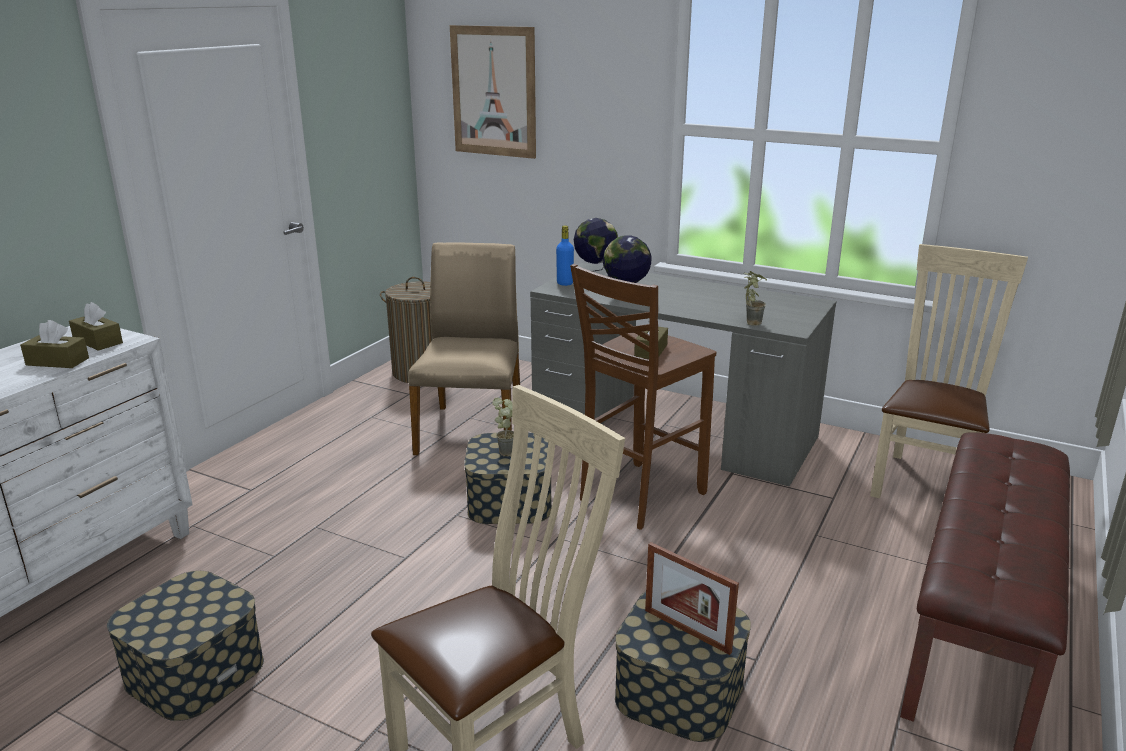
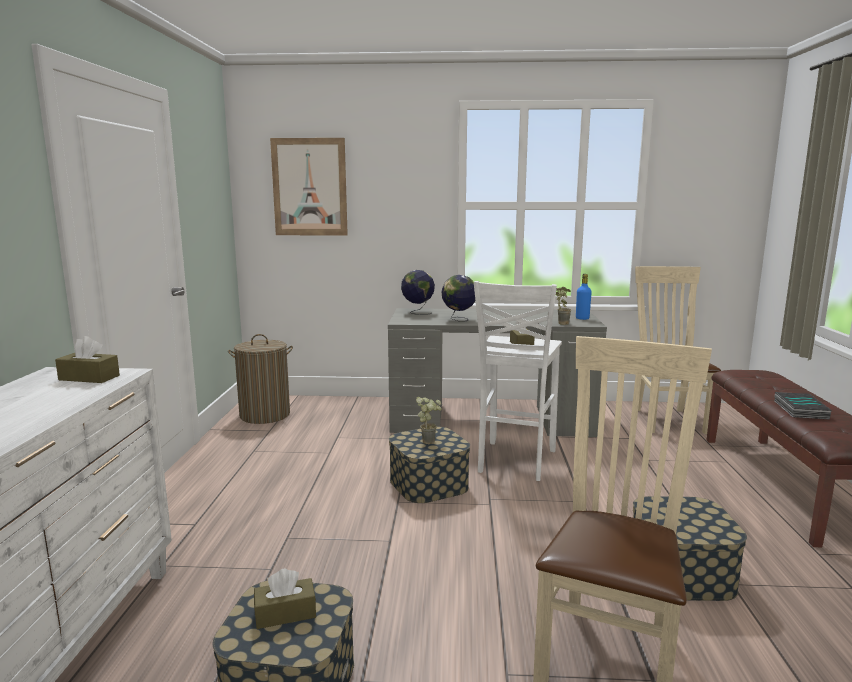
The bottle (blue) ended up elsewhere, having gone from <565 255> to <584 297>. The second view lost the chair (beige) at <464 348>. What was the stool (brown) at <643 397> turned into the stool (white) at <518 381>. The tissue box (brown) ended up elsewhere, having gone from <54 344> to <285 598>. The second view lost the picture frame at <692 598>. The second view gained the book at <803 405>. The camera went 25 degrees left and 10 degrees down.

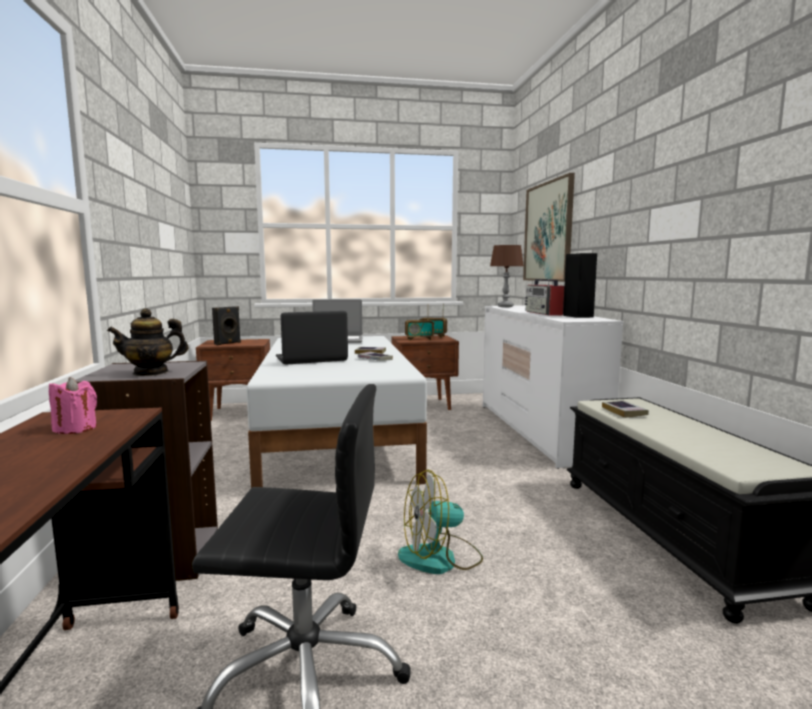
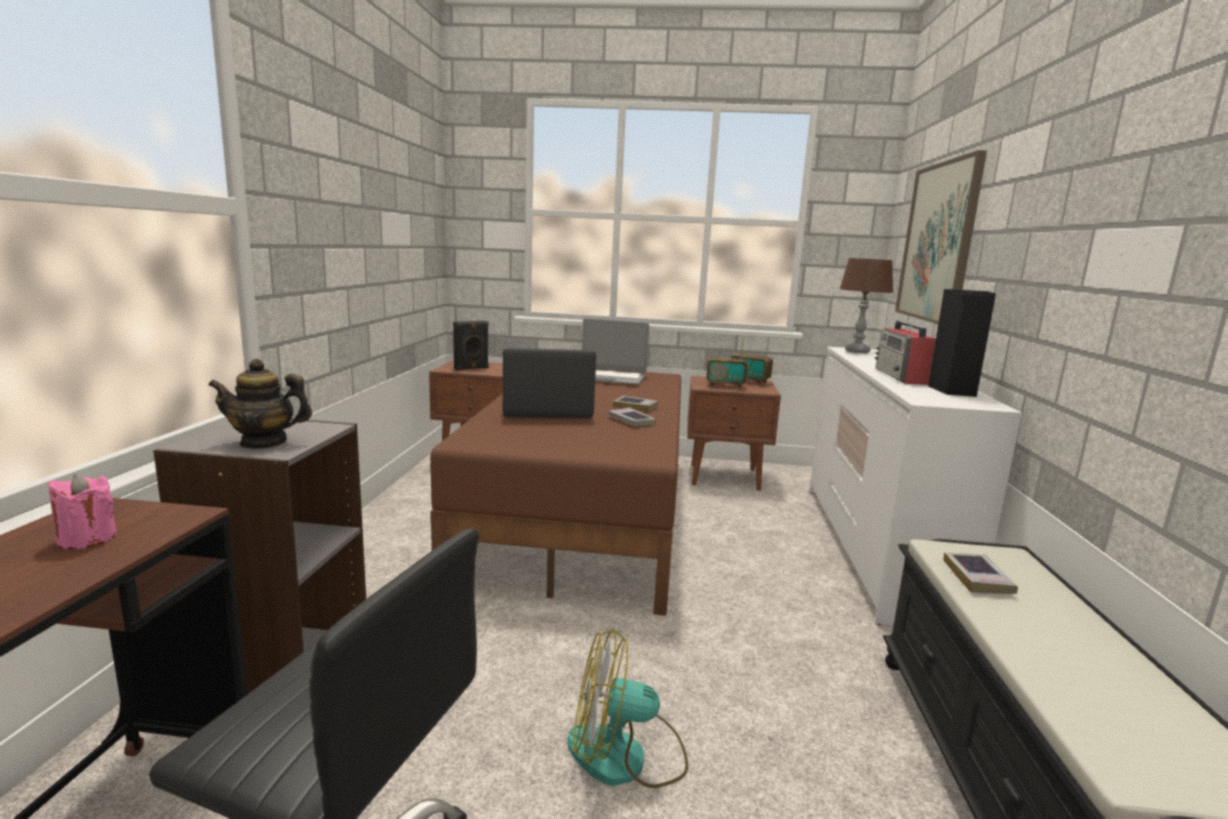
What was the bed (white) at <336 412> turned into the bed (brown) at <555 492>. The camera went 15 degrees right and 5 degrees up.

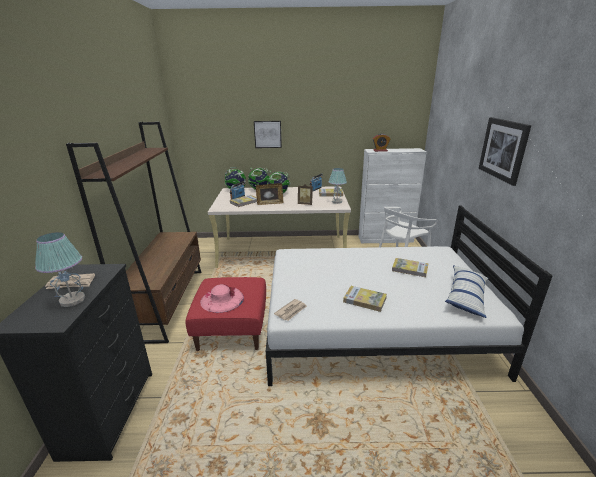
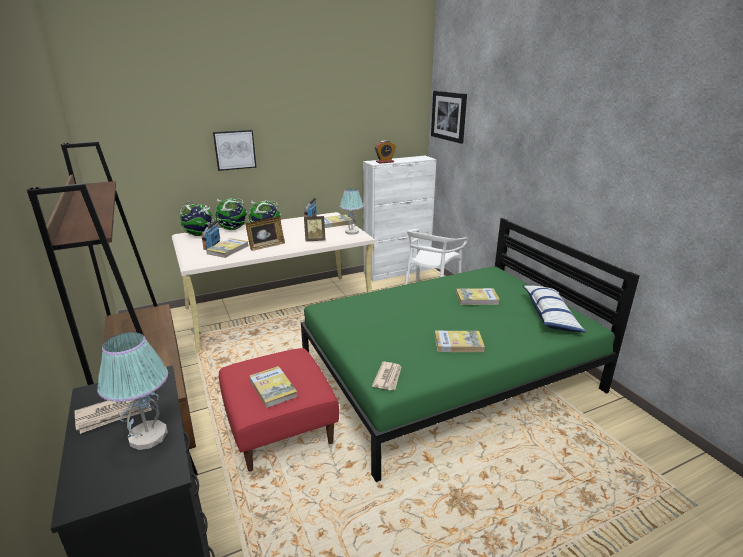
The picture ended up elsewhere, having gone from <504 151> to <449 117>. What was the bed (white) at <409 295> turned into the bed (green) at <470 350>. Where the hat (pink) stood at <222 298>, the book came to stand at <273 387>. The camera went 25 degrees left and 0 degrees up.

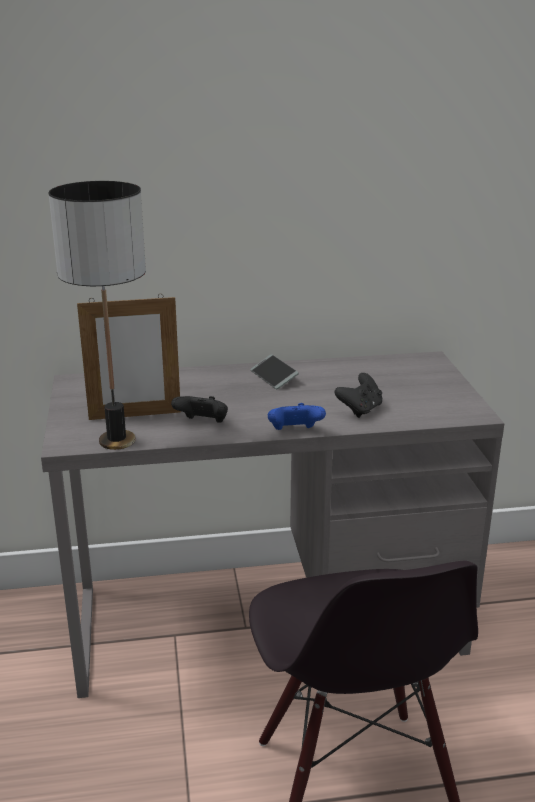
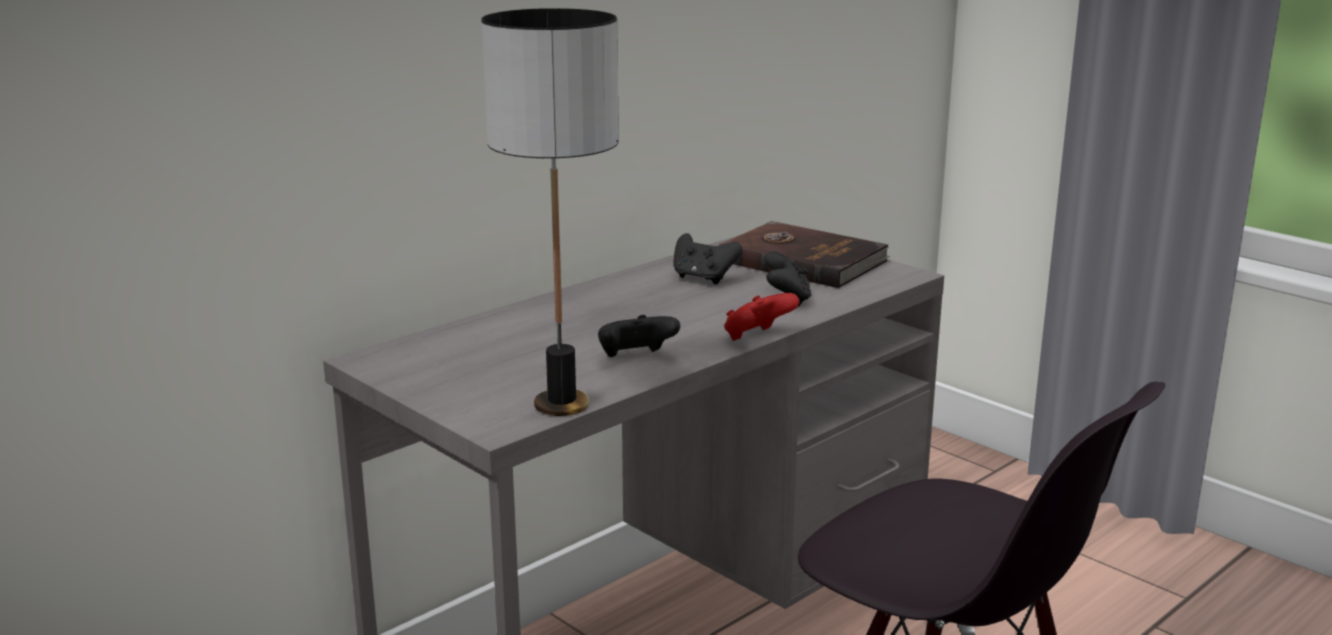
The second view lost the picture frame at <129 357>. The second view lost the phone at <275 371>. What was the game controller (blue) at <297 416> turned into the game controller (red) at <762 317>. The second view gained the book (brown) at <804 254>. The second view gained the game controller (black) at <707 259>. The camera went 35 degrees left and 5 degrees down.

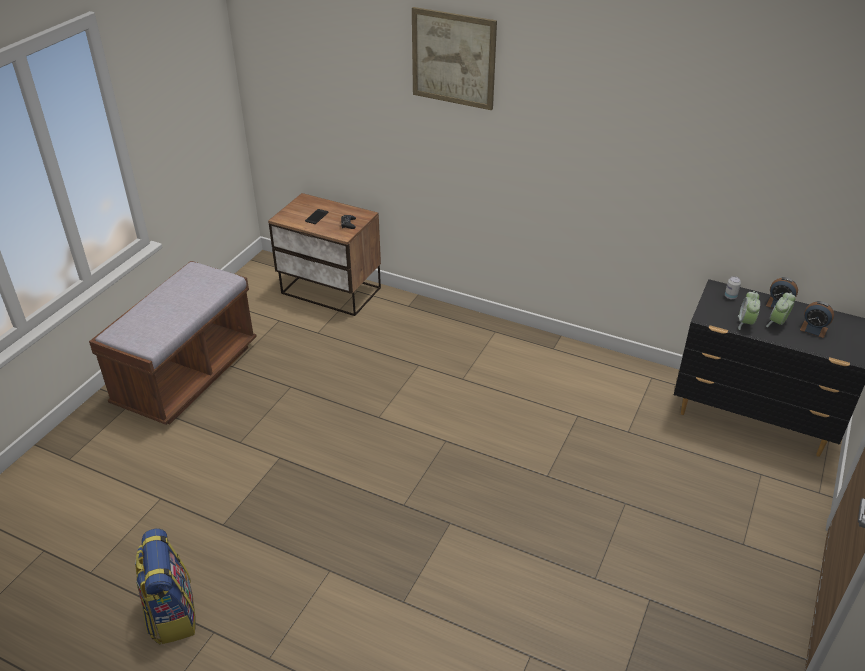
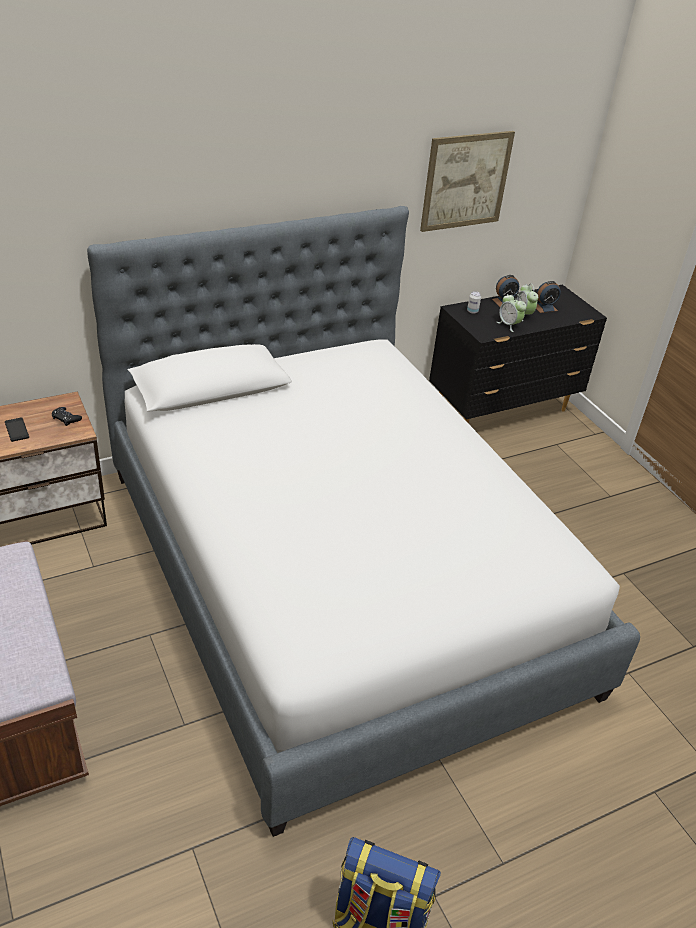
The picture ended up elsewhere, having gone from <454 58> to <467 181>. The second view gained the bed at <363 521>. The camera went 55 degrees left and 0 degrees up.

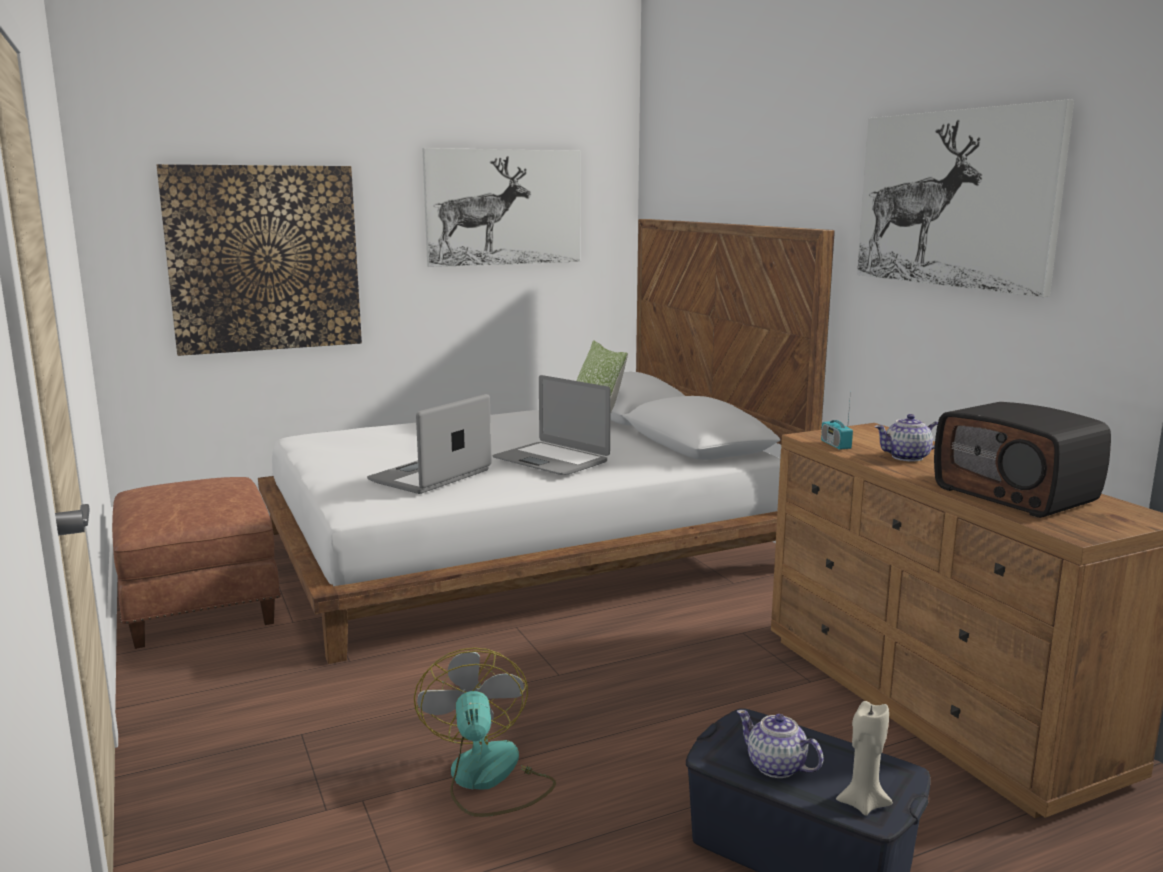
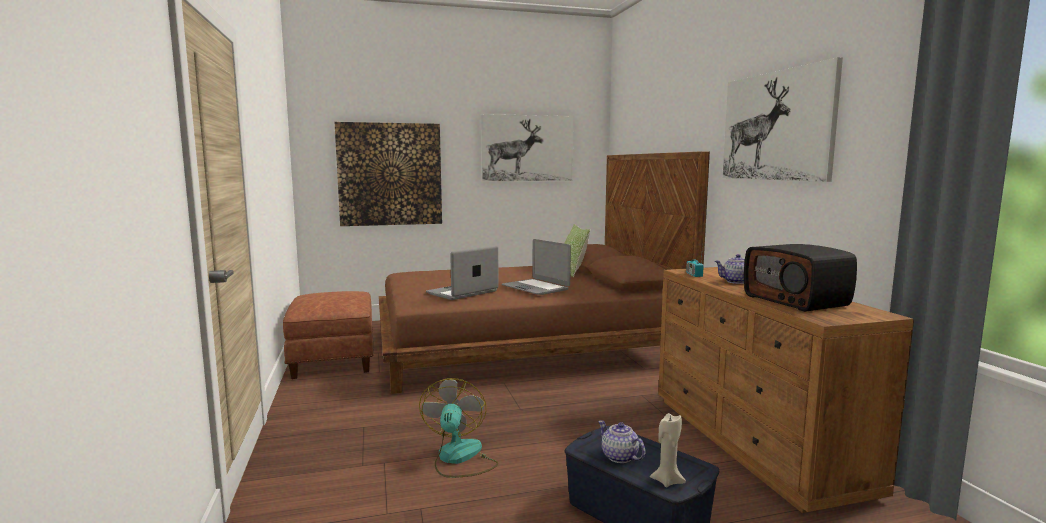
What was the bed (white) at <546 441> turned into the bed (brown) at <544 272>. The camera went 10 degrees right and 5 degrees down.

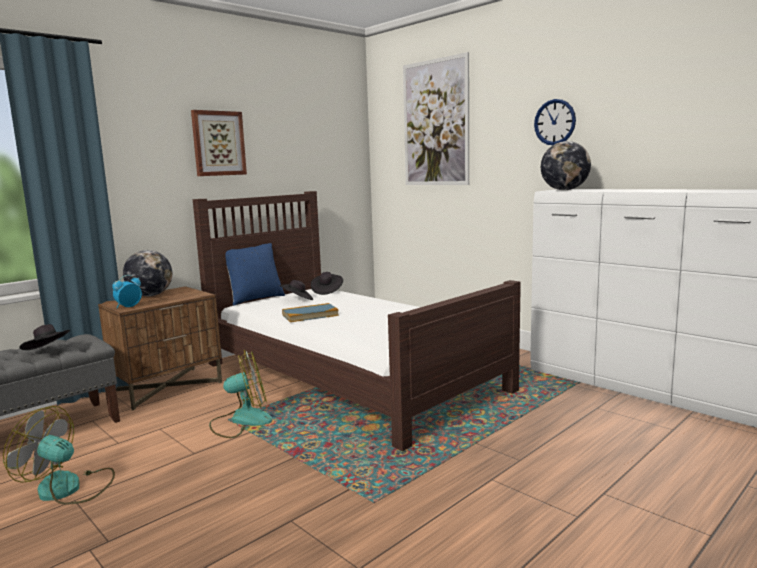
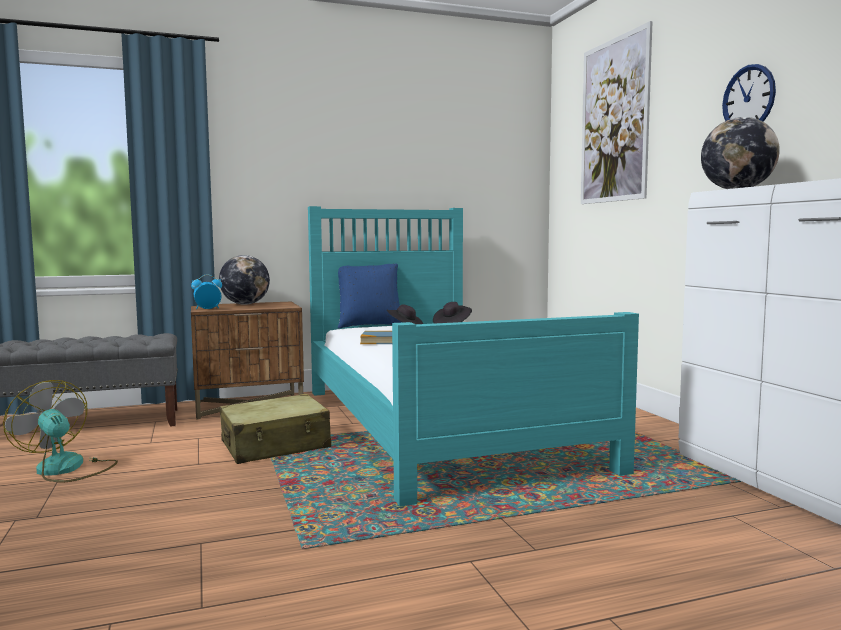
The second view lost the picture at <219 143>. What was the bed (brown) at <357 321> turned into the bed (turquoise) at <473 356>. The second view lost the hat (black) at <44 337>. Where the fan stood at <240 394>, the suitcase (beige) came to stand at <275 429>. The camera went 25 degrees right and 5 degrees down.

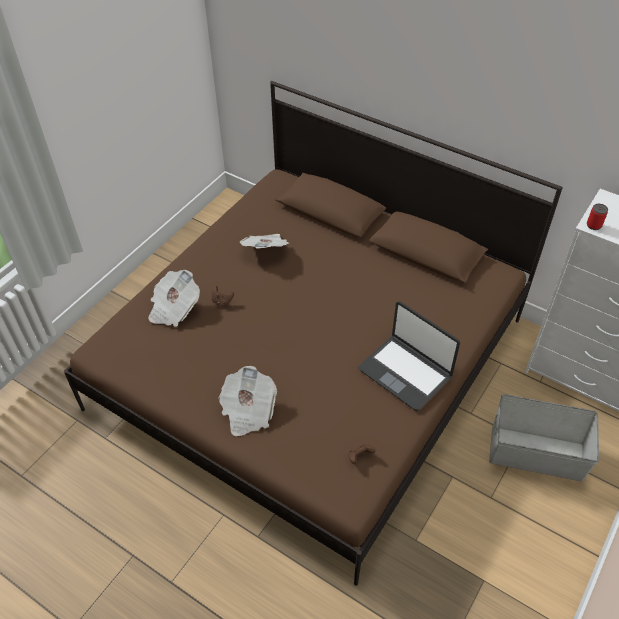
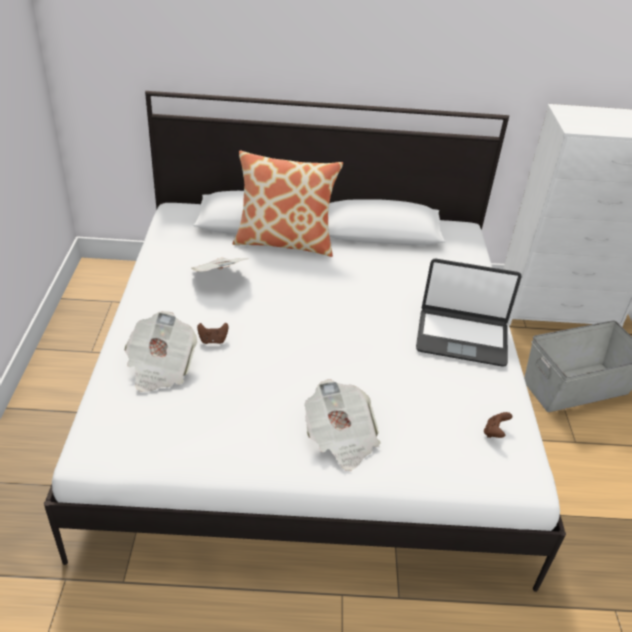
What was the bed (brown) at <313 333> turned into the bed (white) at <305 341>. The second view lost the can at <597 217>. The second view gained the pillow at <288 204>. The camera went 35 degrees left and 10 degrees down.

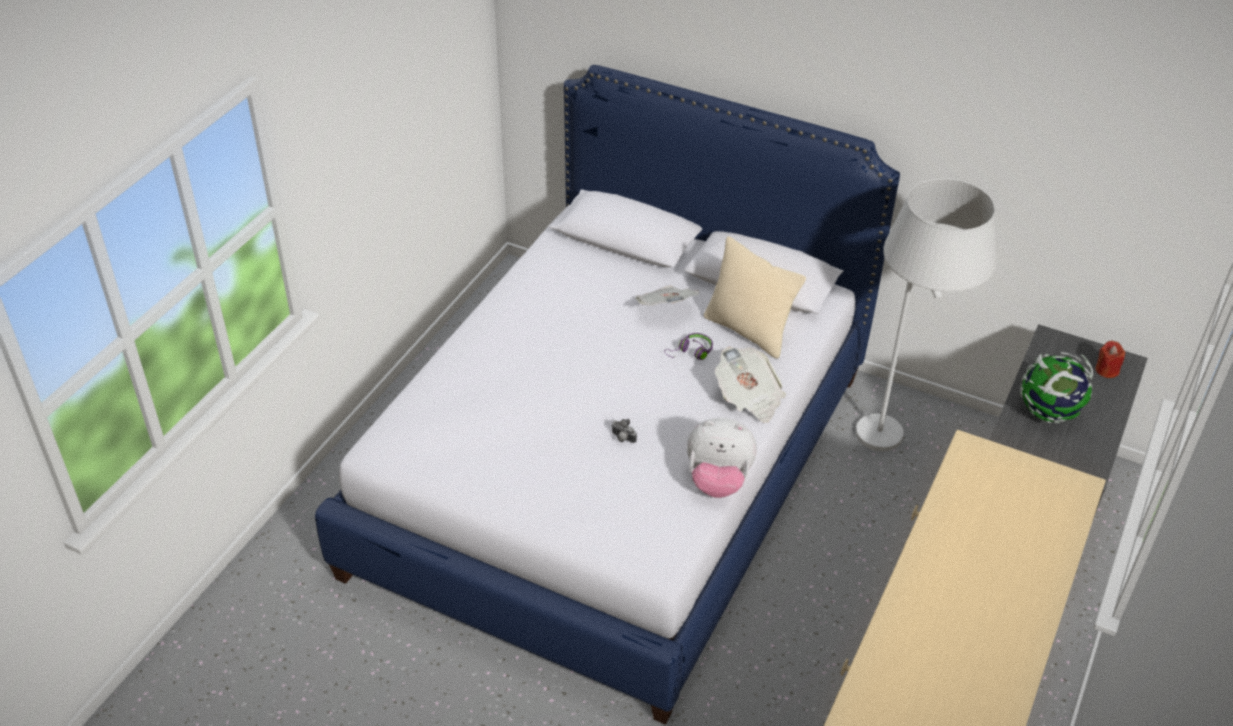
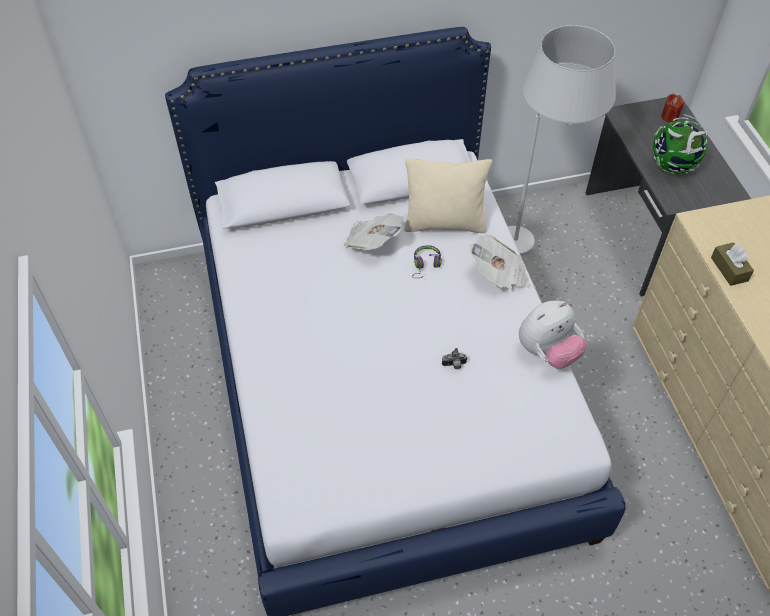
The second view gained the tissue box (brown) at <732 264>. The camera went 40 degrees left and 10 degrees up.

